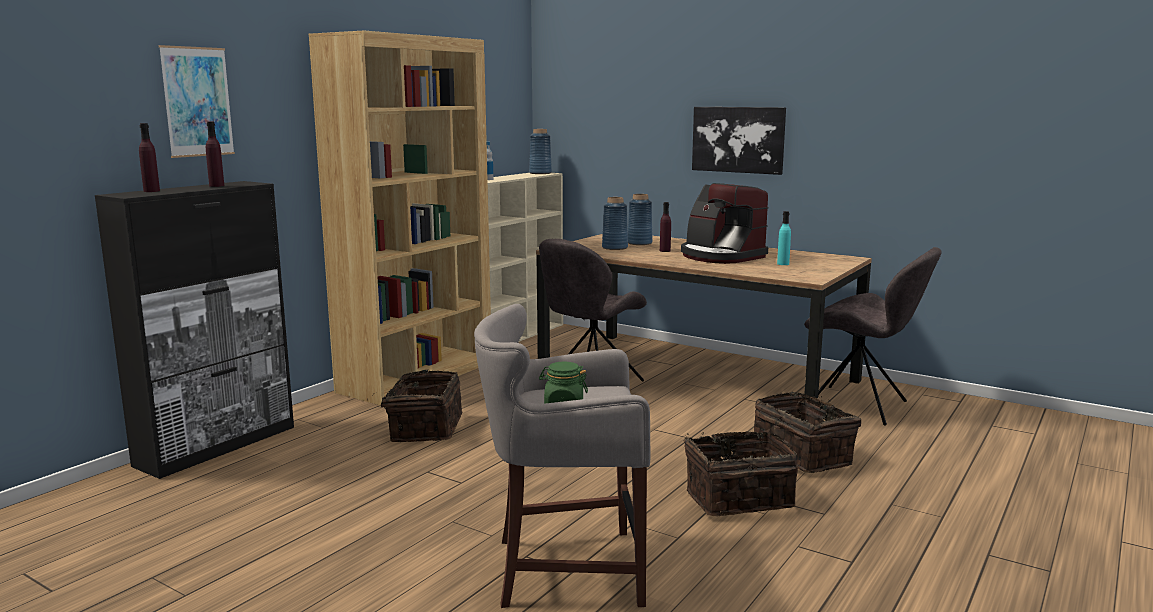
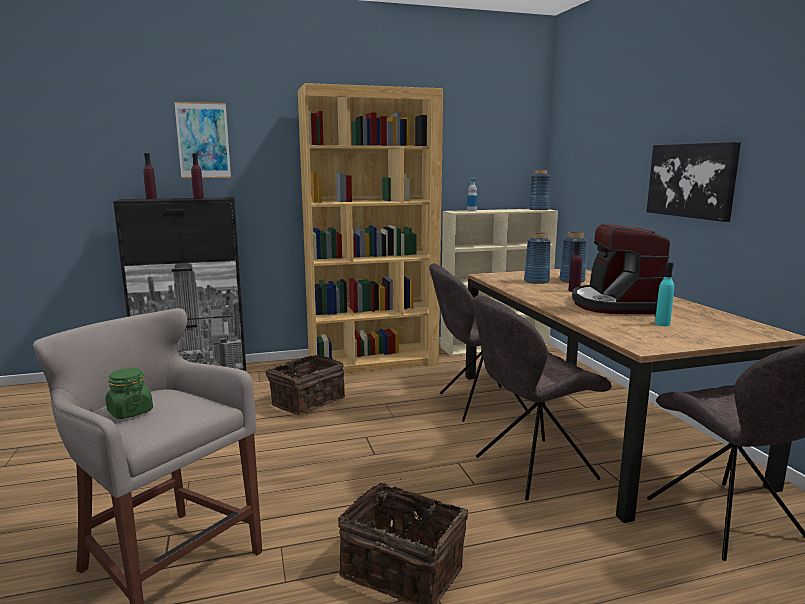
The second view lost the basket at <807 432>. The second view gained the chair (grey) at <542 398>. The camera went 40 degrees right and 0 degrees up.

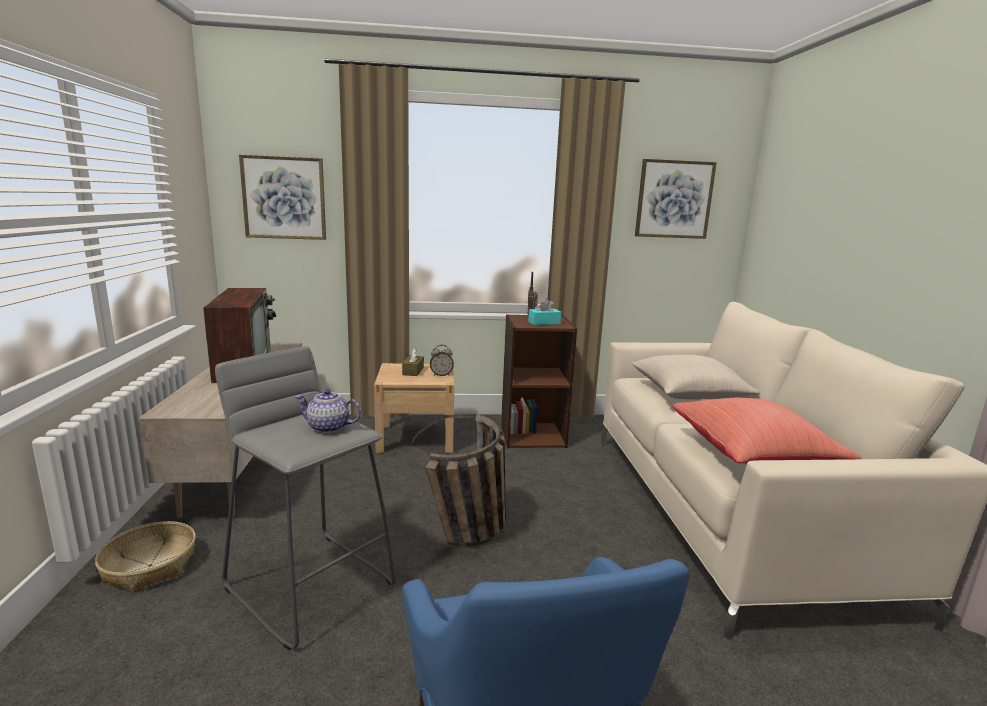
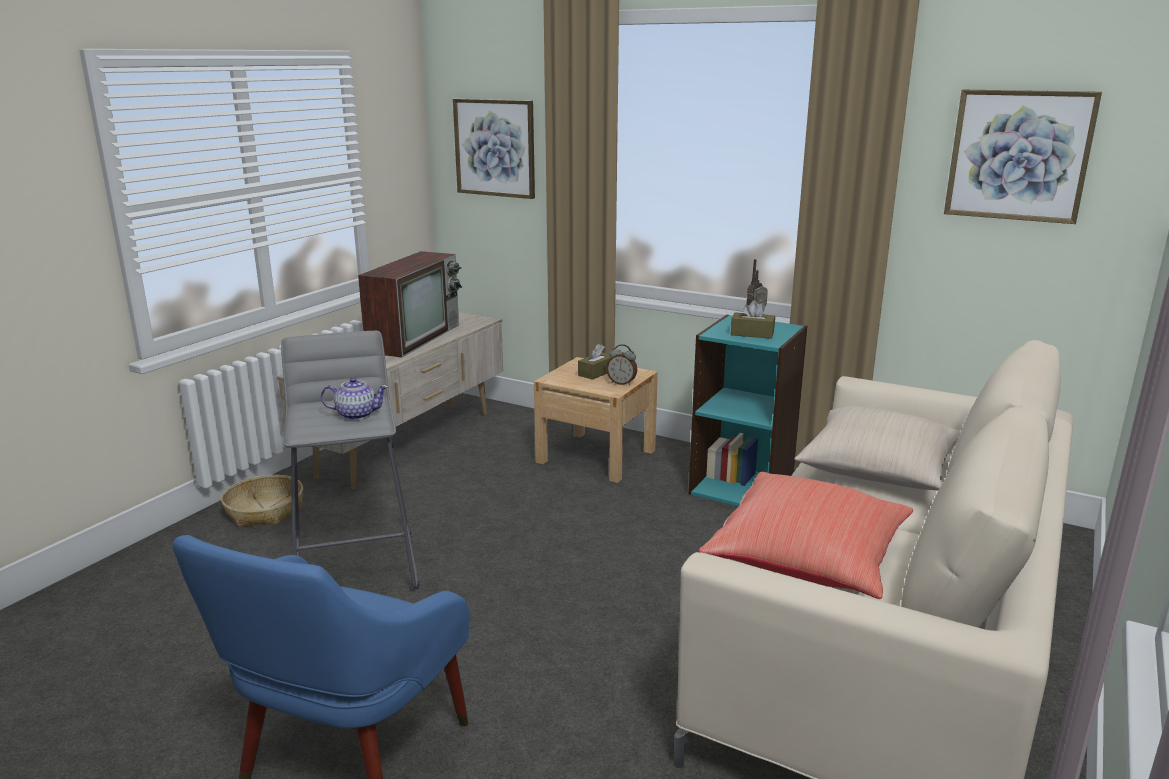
What was the tissue box (turquoise) at <544 312> turned into the tissue box (brown) at <753 319>. What was the bookcase (brown) at <539 381> turned into the bookcase (turquoise) at <748 410>. The teapot at <328 411> ended up facing another way, 135 degrees clockwise from before. The second view lost the basket at <459 480>. The camera went 35 degrees right and 5 degrees up.

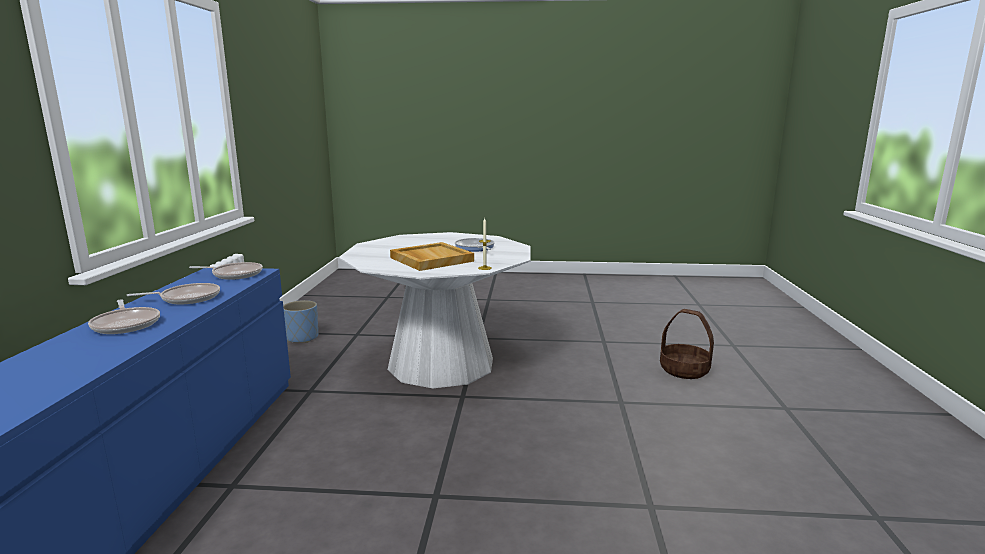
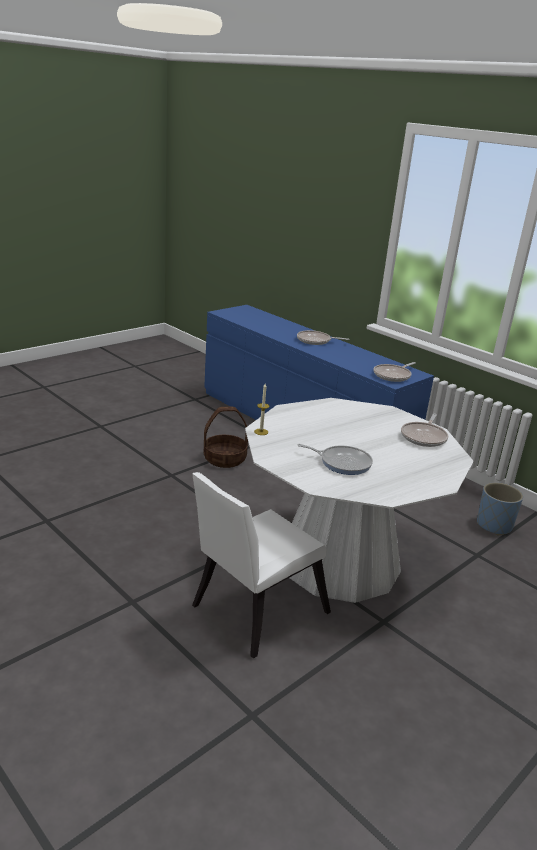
The second view lost the tray (beige) at <432 256>. The frying pan ended up elsewhere, having gone from <173 293> to <424 430>. The basket ended up elsewhere, having gone from <687 344> to <226 437>. The second view gained the chair (white) at <261 565>. The camera went 130 degrees right and 10 degrees up.

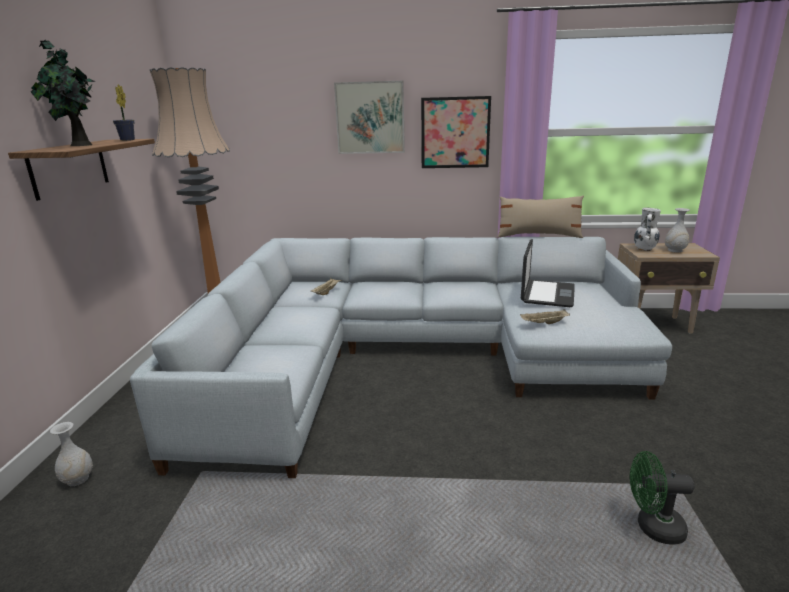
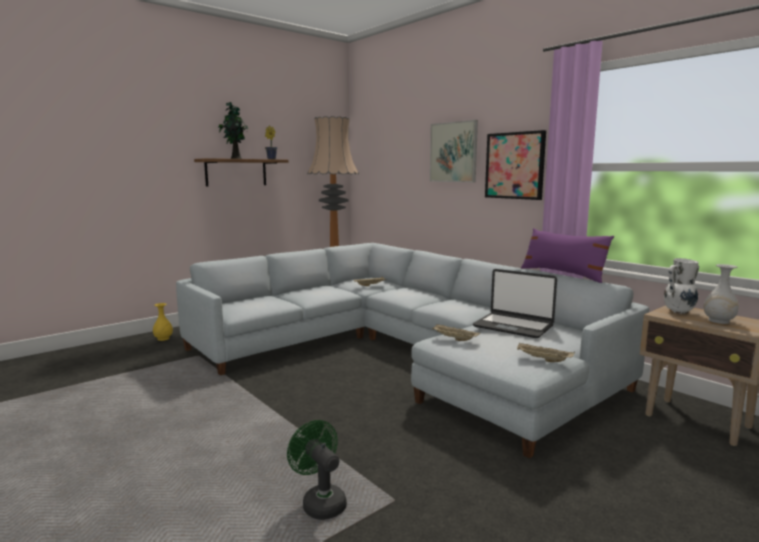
What was the pillow (beige) at <541 217> turned into the pillow (purple) at <567 255>. The laptop at <548 273> ended up facing another way, 60 degrees clockwise from before. What was the vase (white) at <71 454> turned into the vase (yellow) at <163 322>. The second view gained the tray (beige) at <546 352>. The camera went 45 degrees right and 10 degrees down.

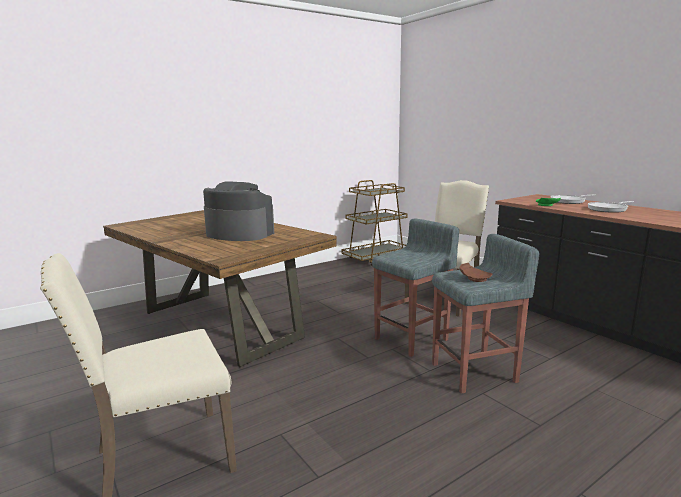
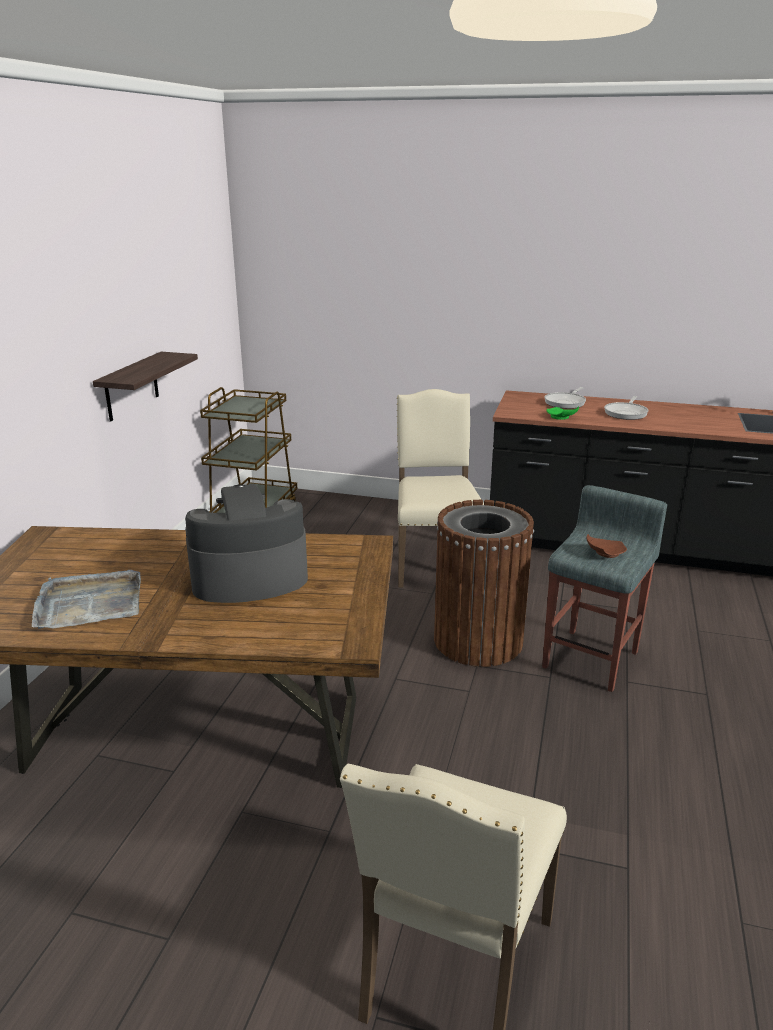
Where the stool (grey) stood at <415 288>, the trash can (brown) came to stand at <484 583>. The second view gained the shelf at <145 387>. The second view gained the tray (grey) at <86 599>. The camera went 40 degrees left and 10 degrees up.

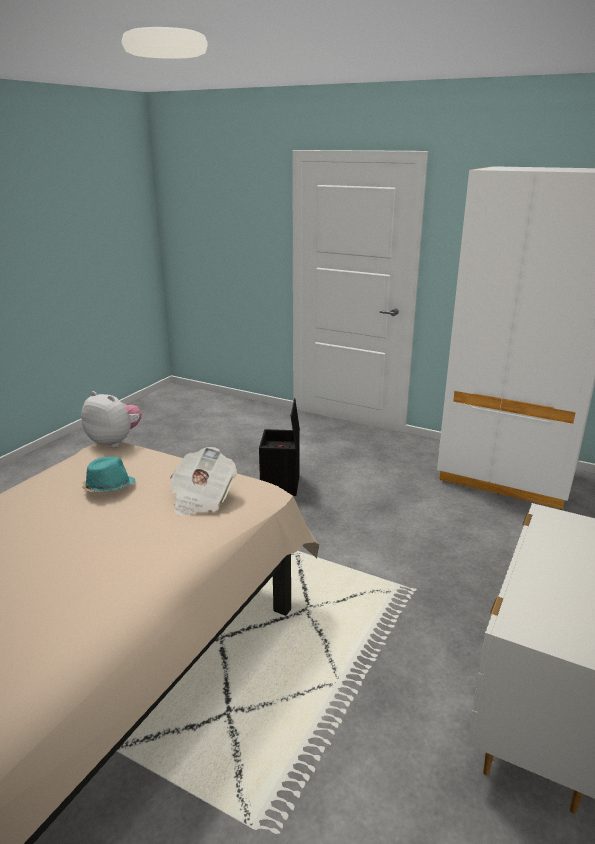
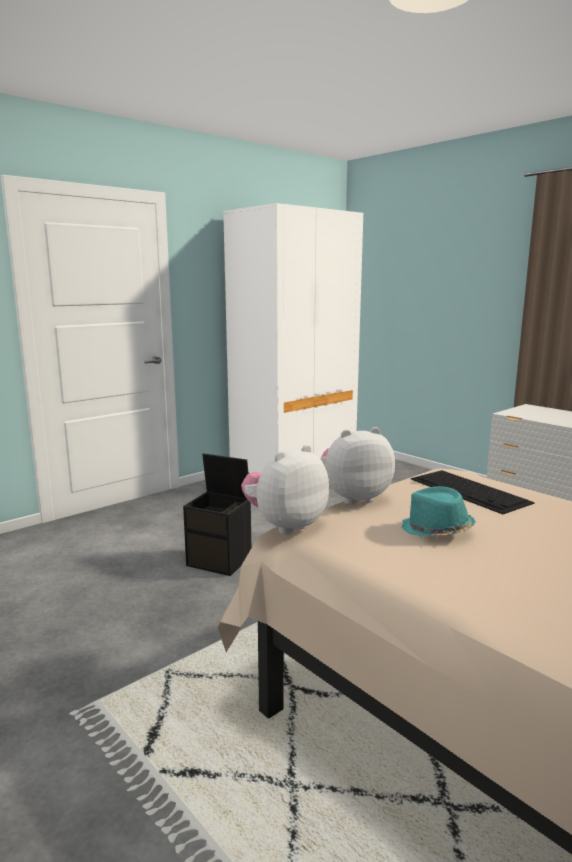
Where the newspaper stood at <203 481>, the keyboard came to stand at <473 492>. The second view gained the plush toy at <358 466>. The camera went 70 degrees left and 10 degrees down.

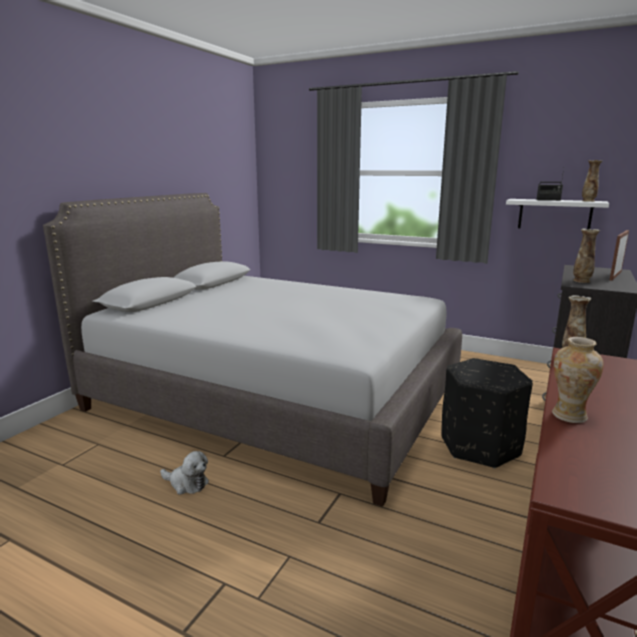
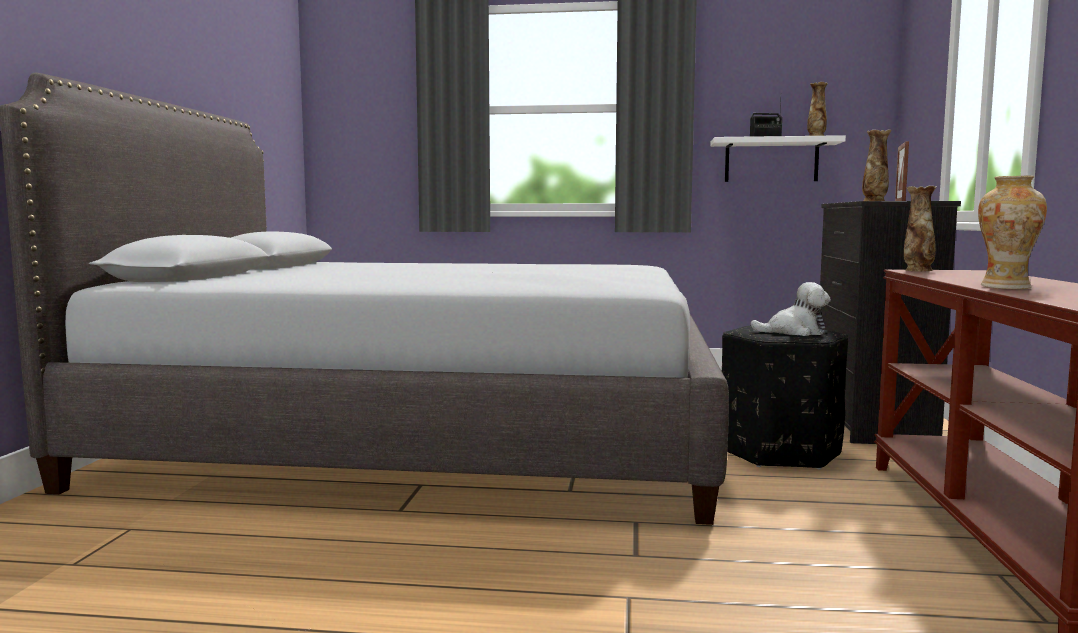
The plush toy ended up elsewhere, having gone from <184 473> to <790 309>. The camera went 20 degrees left and 10 degrees down.

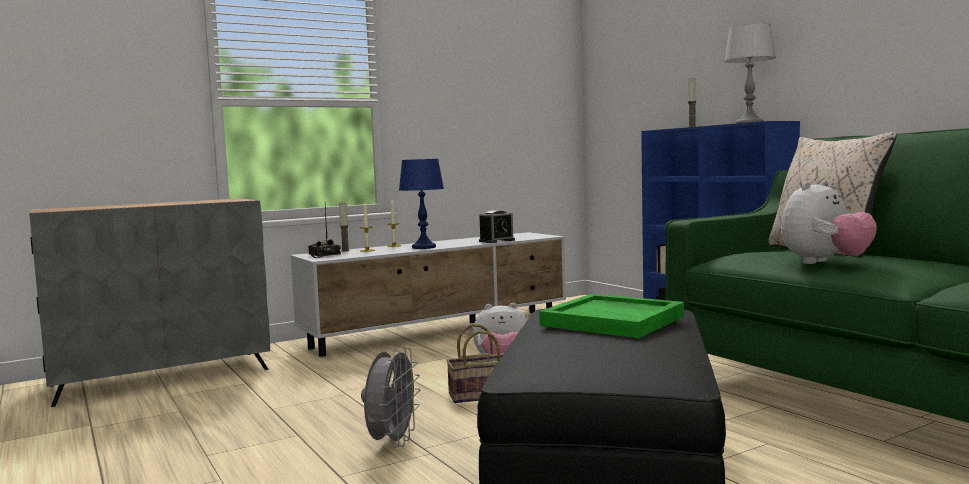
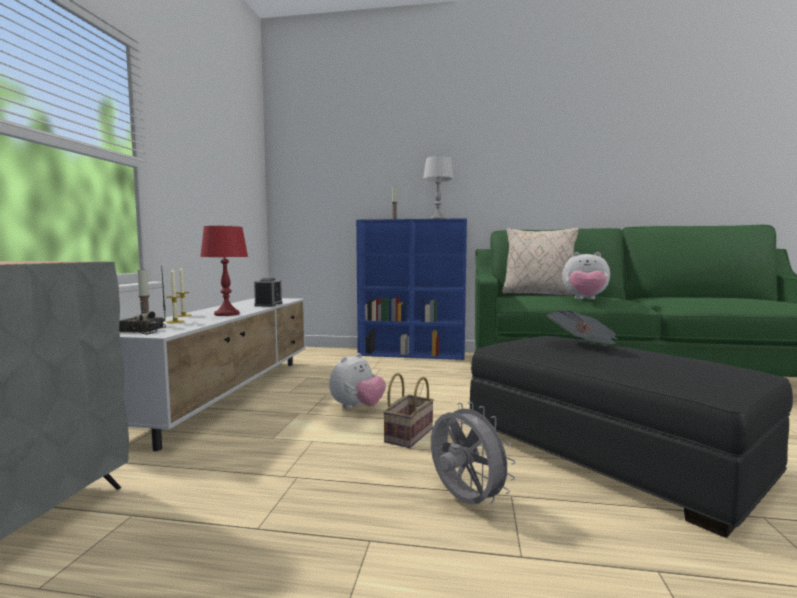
What was the table lamp (blue) at <421 204> turned into the table lamp (red) at <224 271>. The plush toy at <829 222> ended up facing another way, 105 degrees clockwise from before. Where the tray (green) stood at <611 316>, the newspaper came to stand at <582 327>. The camera went 50 degrees left and 0 degrees up.

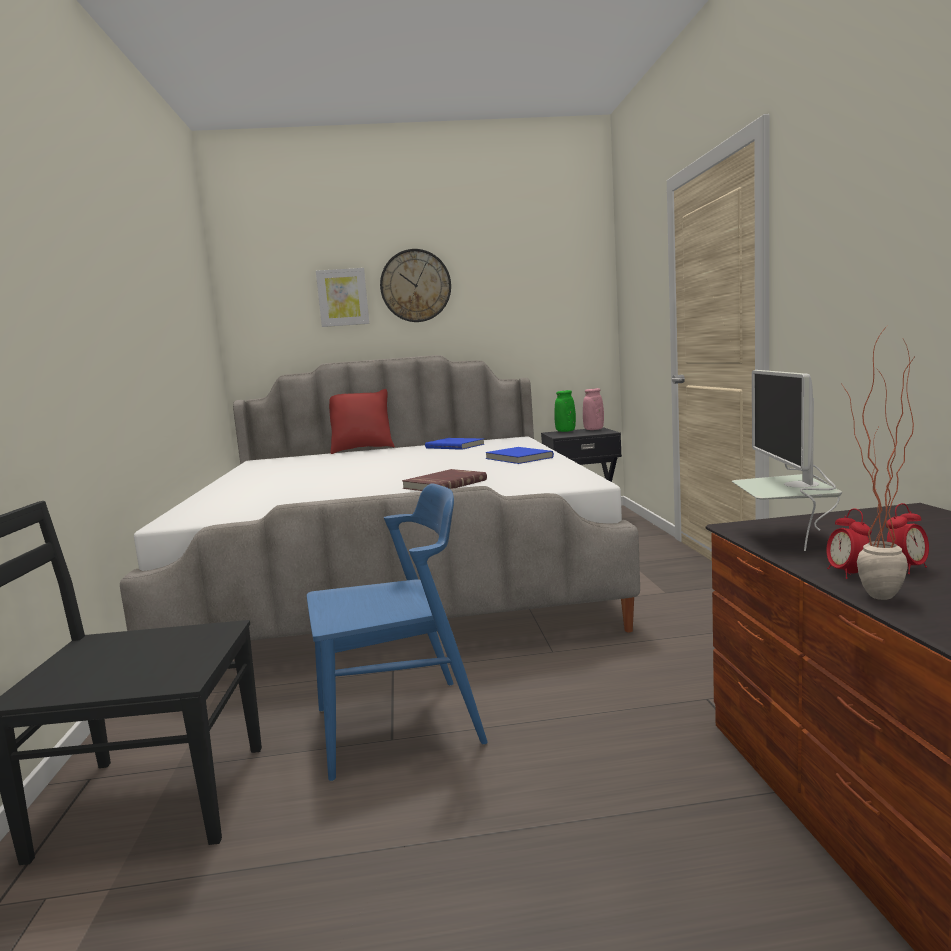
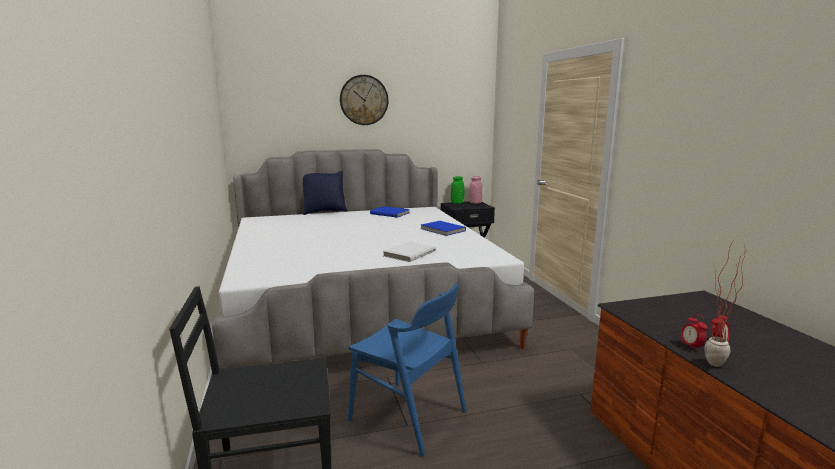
The second view lost the picture at <342 297>. The second view lost the monitor at <787 460>. What was the pillow (red) at <362 421> turned into the pillow (blue) at <325 193>. What was the book (red) at <444 480> turned into the book (white) at <409 251>. The chair (blue) at <397 632> ended up facing another way, 60 degrees clockwise from before. The camera went 10 degrees left and 5 degrees up.

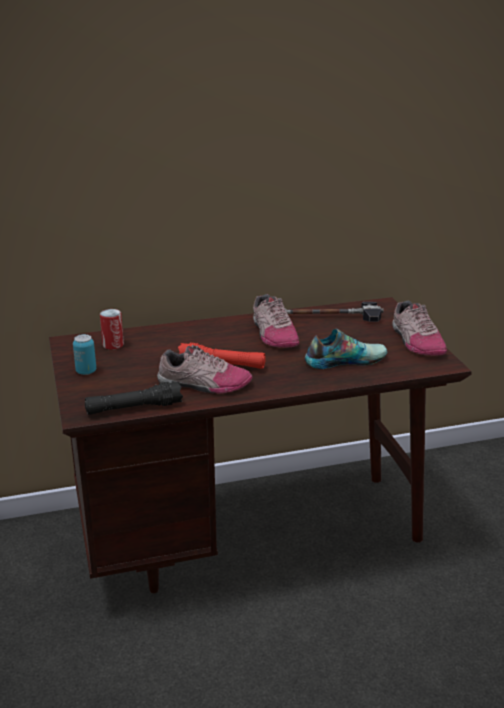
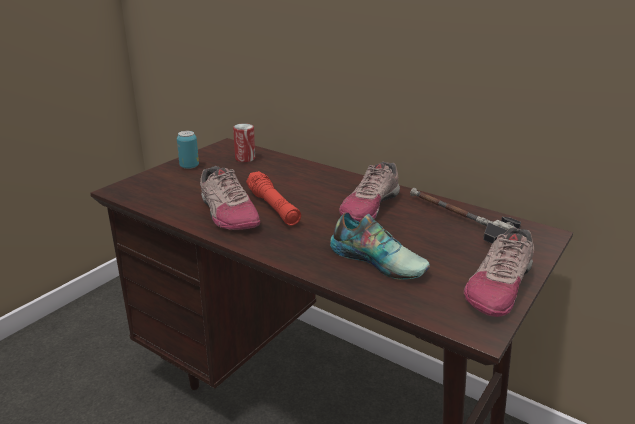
The second view lost the flashlight (black) at <134 398>. The camera went 50 degrees right and 0 degrees up.

